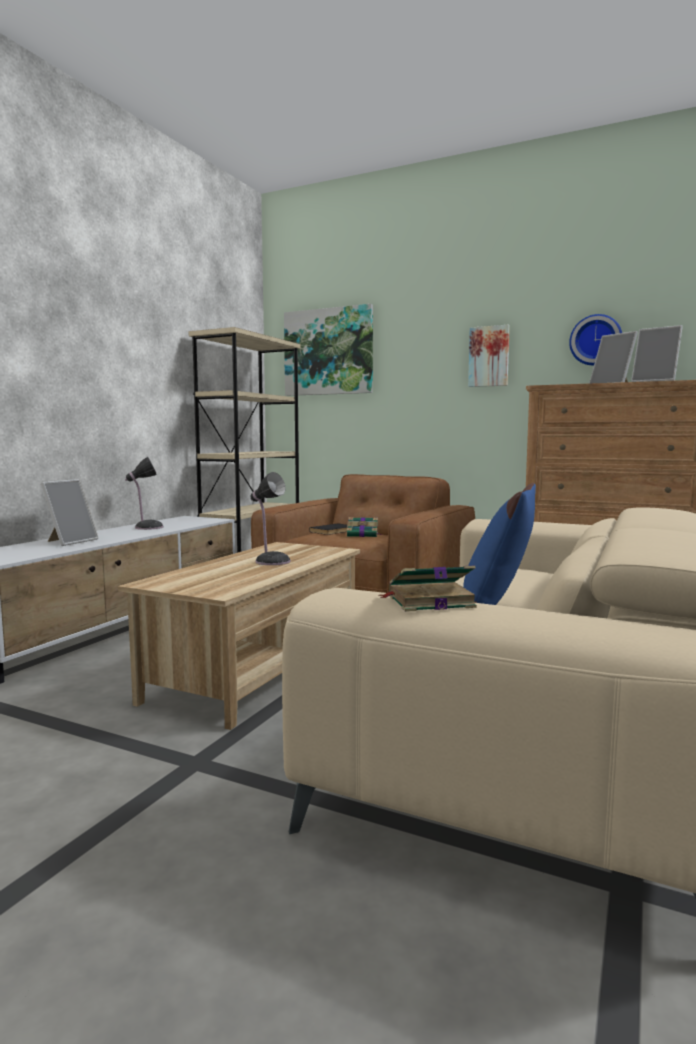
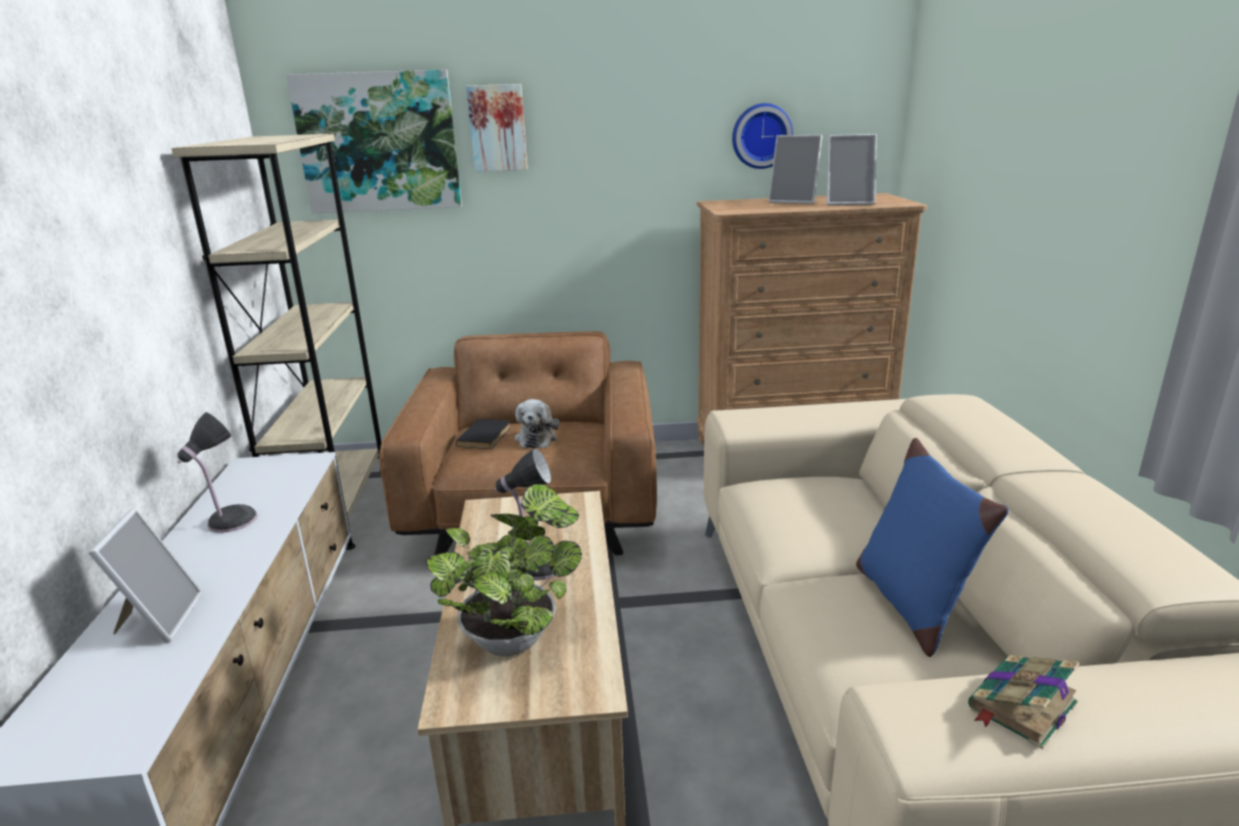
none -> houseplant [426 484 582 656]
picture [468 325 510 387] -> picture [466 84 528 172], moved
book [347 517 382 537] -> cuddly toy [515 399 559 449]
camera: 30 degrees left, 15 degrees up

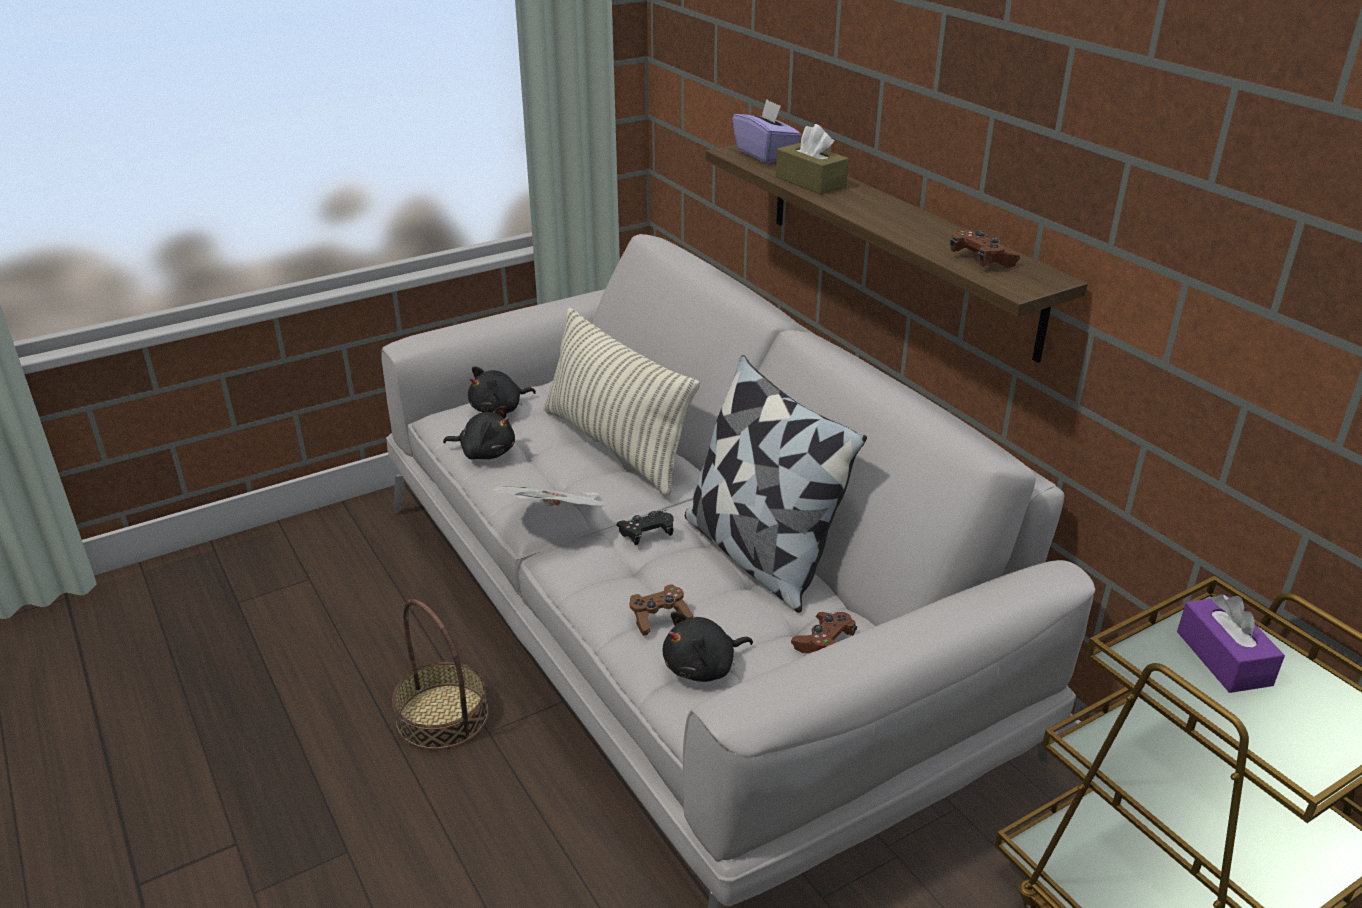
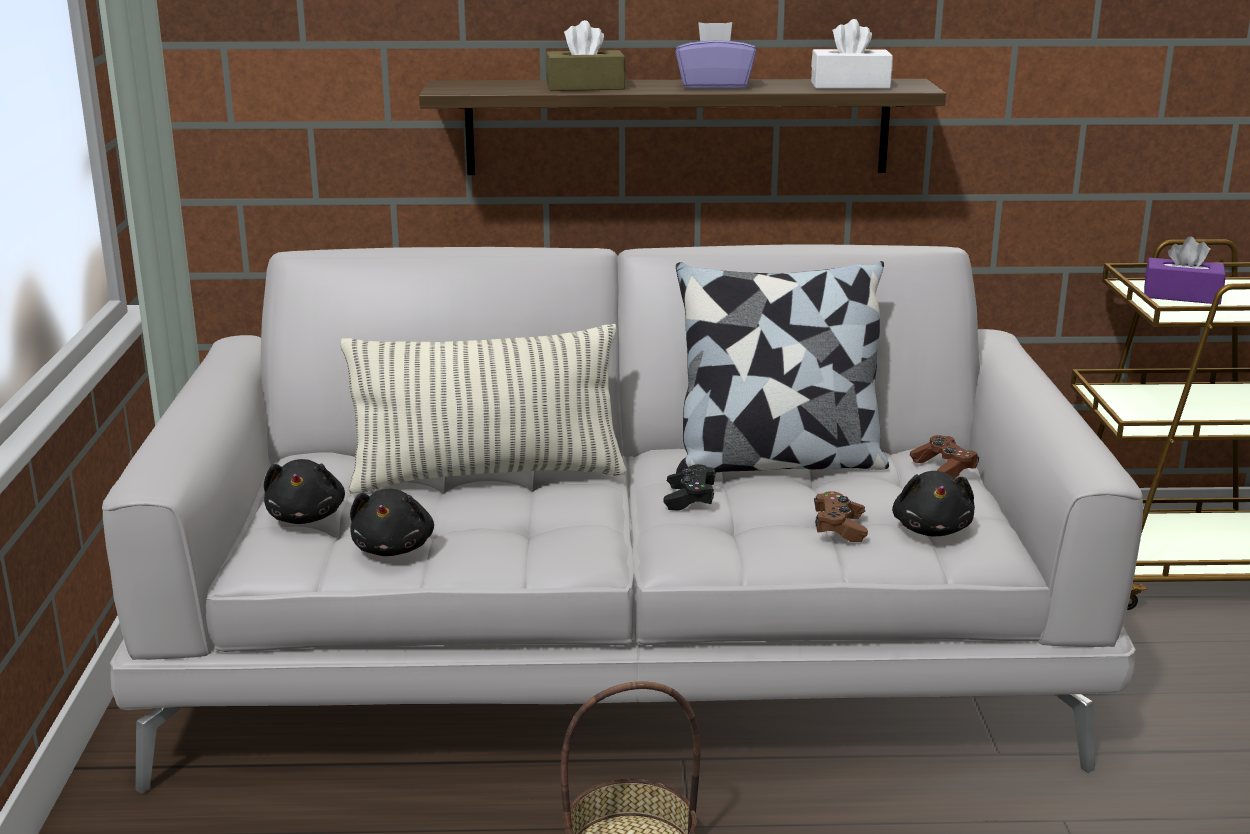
cuddly toy (black) [443 406 515 459] -> cuddly toy (black) [350 489 434 556], 135 degrees clockwise
tissue box (purple) [732 99 801 163] -> tissue box (purple) [675 22 756 89], moved
gamepad (brown) [950 230 1020 268] -> tissue box (whitish) [811 19 893 89]
printed paper [491 485 606 506] -> none
camera: 60 degrees left, 10 degrees down

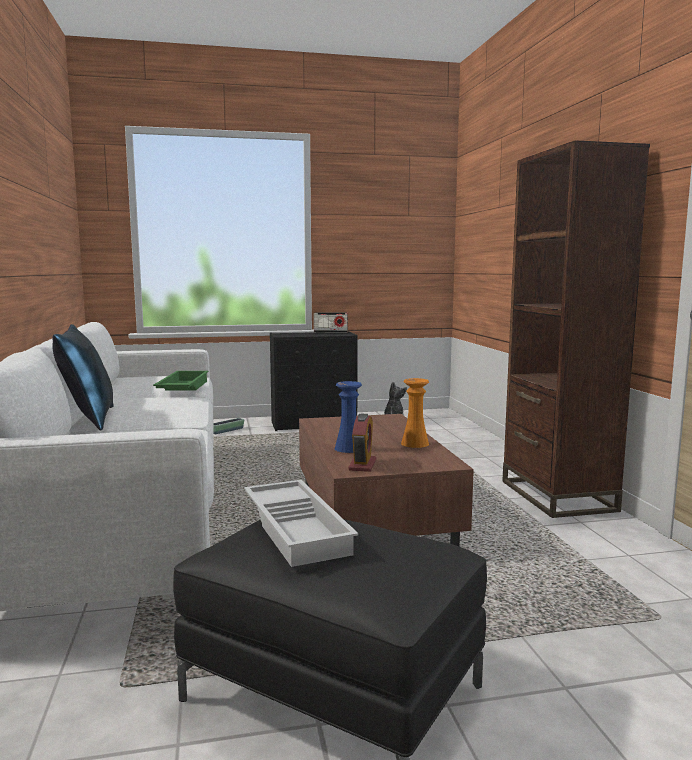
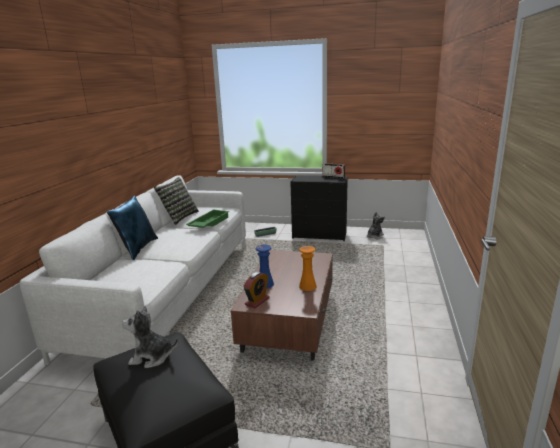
tray (whitish) [244 480 358 567] -> cuddly toy [122 306 179 368]
none -> pillow [154 177 199 225]
bookshelf (brown) [502 140 650 518] -> none
camera: 25 degrees right, 10 degrees up

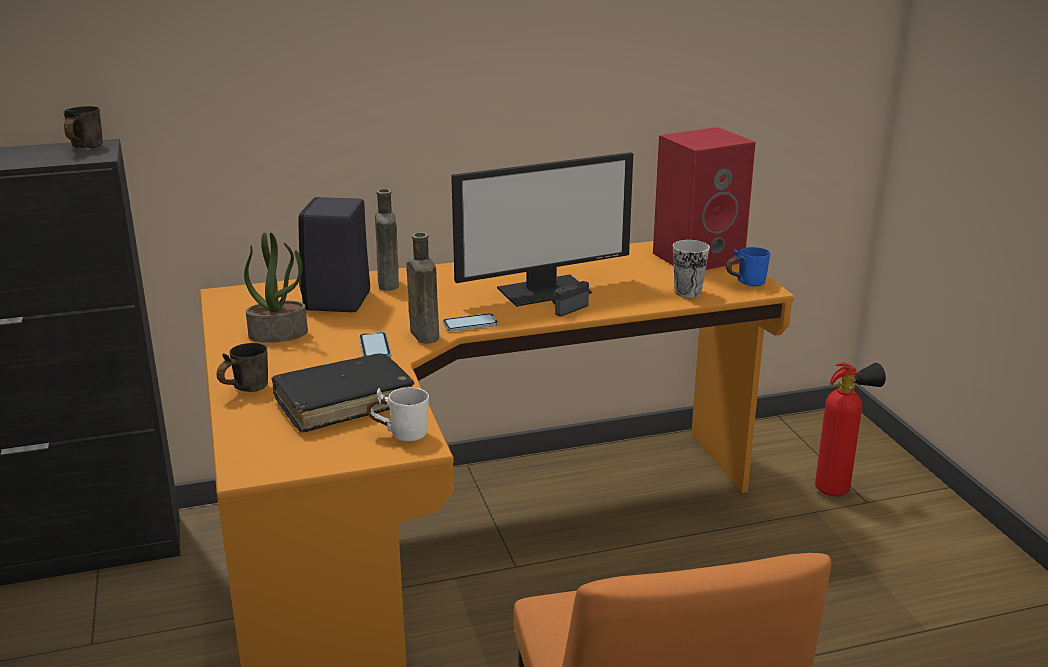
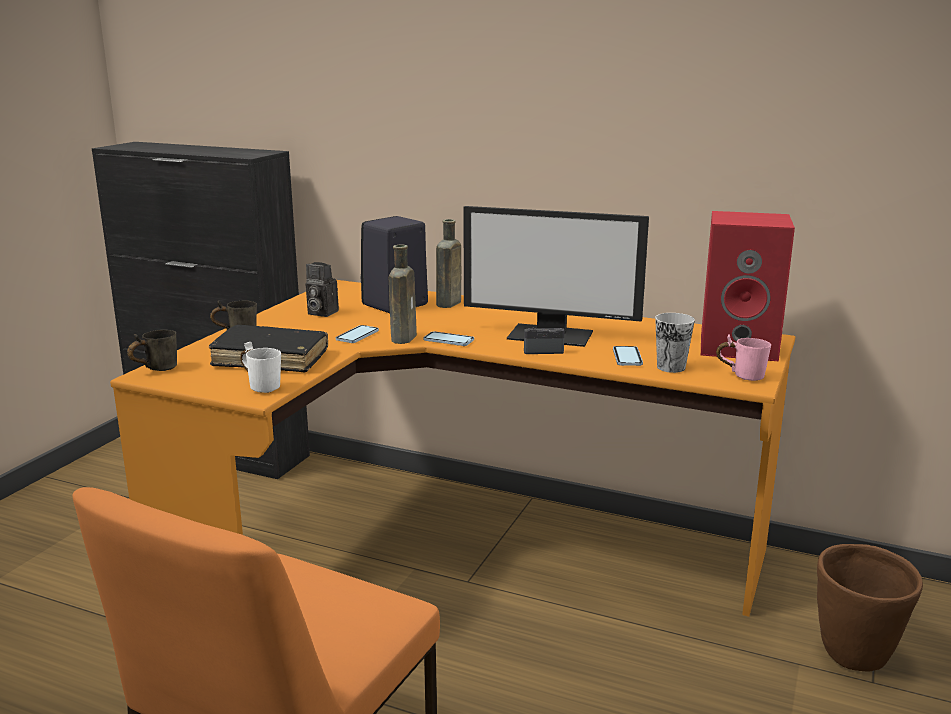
coffee mug (greyish) [64 106 103 148] -> coffee mug (greyish) [127 330 177 371], moved
houseplant [244 232 308 343] -> still camera [306 262 339 317]
none -> phone [613 346 643 366]
coffee mug (blue) [726 247 771 287] -> coffee mug (pink) [716 335 771 381]
fire extinguisher [815 362 886 496] -> flower pot (brown) [817 544 923 671]
camera: 40 degrees right, 5 degrees down

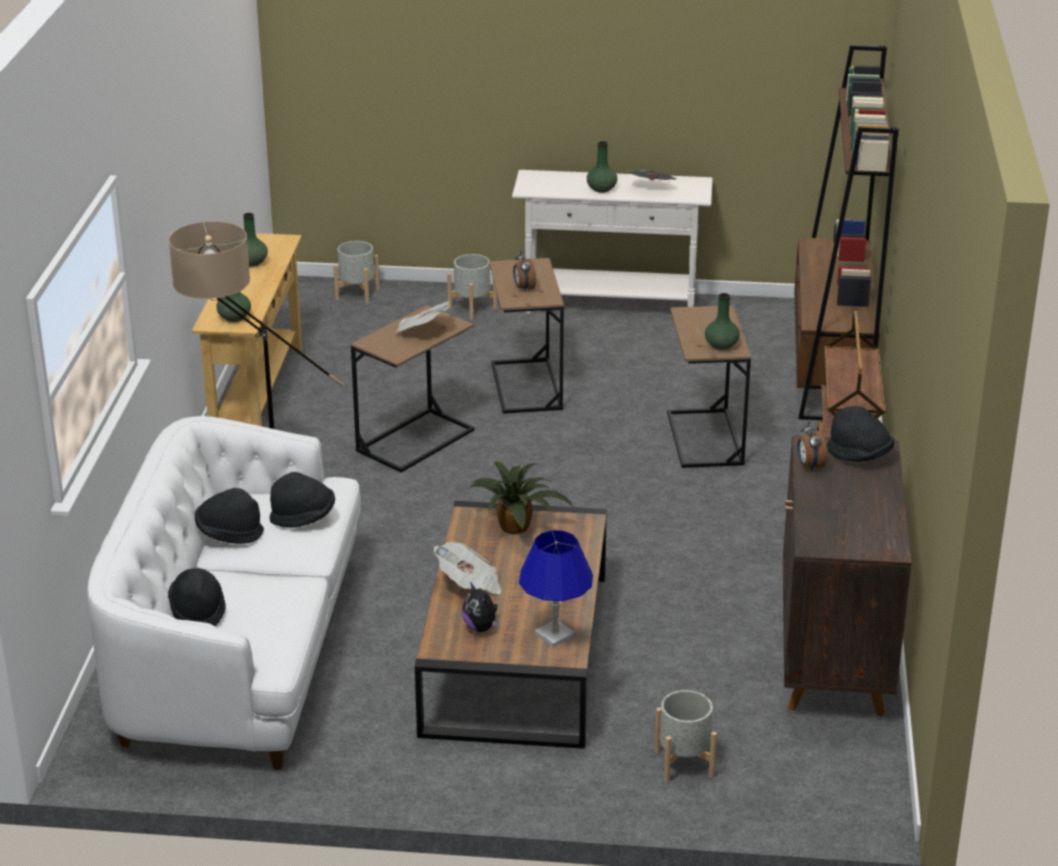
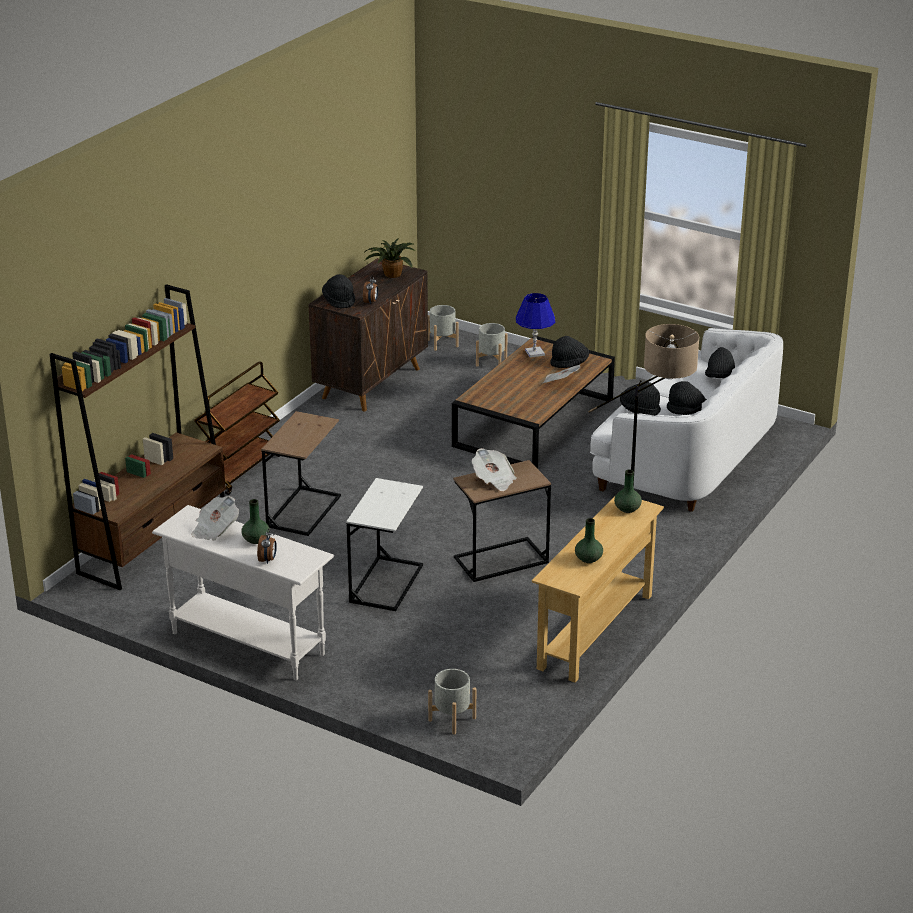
table clock [513 250 536 292] -> table clock [257 528 277 564], moved
accent table (brown) [489 258 564 414] -> accent table (whitish) [346 478 423 611]
houseplant [468 461 573 534] -> houseplant [363 238 415 278], moved
flower pot (greyish) [447 254 497 320] -> flower pot (greyish) [428 305 459 351], moved
cuddly toy [462 582 500 632] -> hat (black) [550 336 589 368]
flower vase (green) [705 293 740 350] -> none
camera: 155 degrees left, 0 degrees up

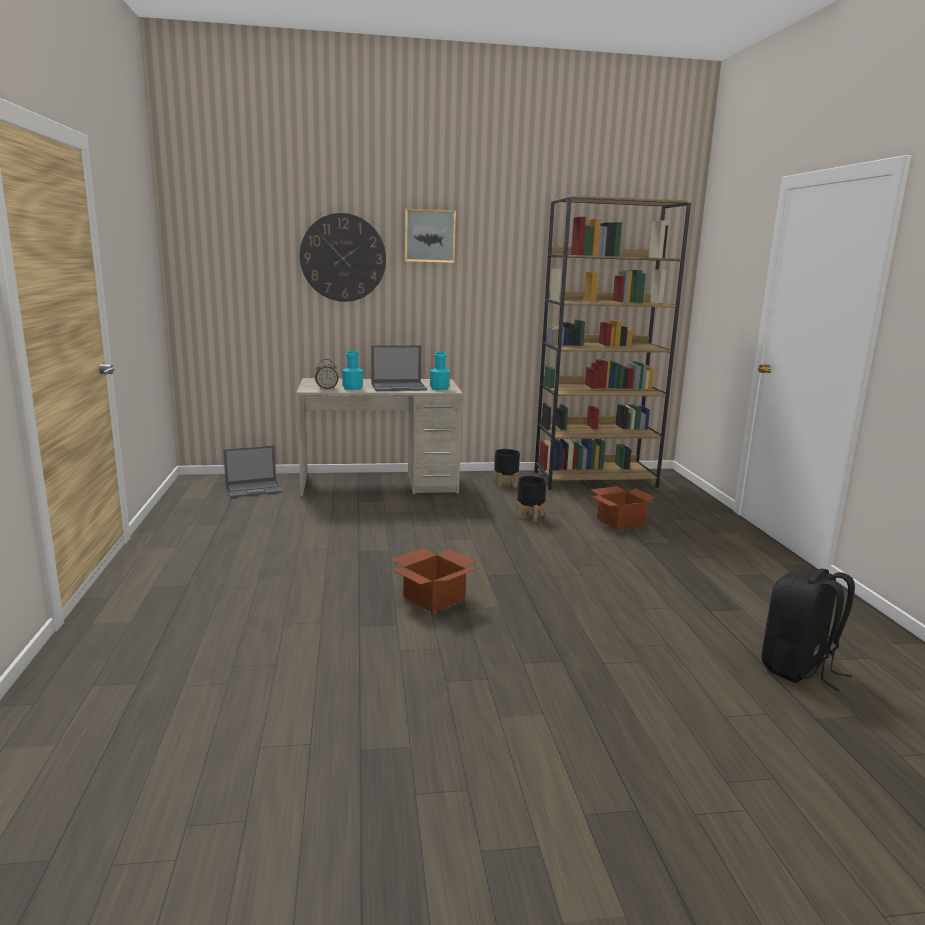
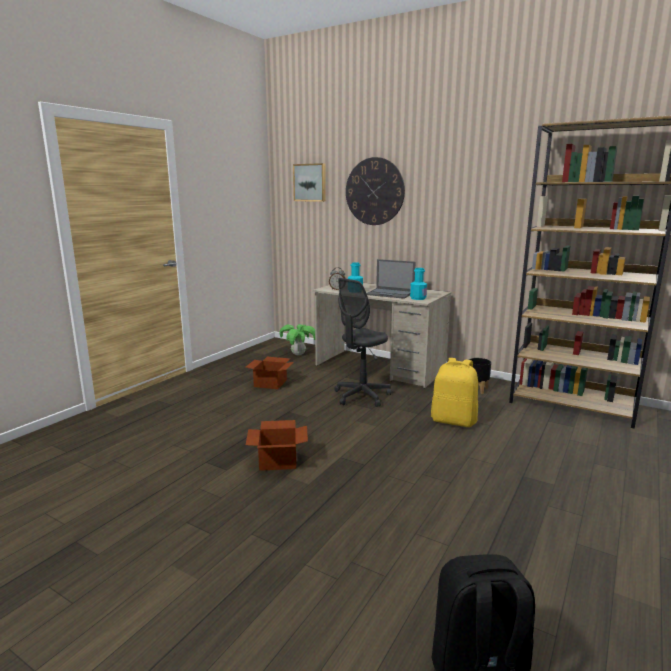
cardboard box [591 486 658 530] -> cardboard box [246 357 294 389], moved
laptop [223 446 283 498] -> houseplant [279 324 315 356]
picture [405 209 456 263] -> picture [293 163 326 202], moved
none -> computer chair (greyish) [334 278 391 407]
flower pot (black) [517 476 547 521] -> rucksack (yellow) [431 358 478 427]
camera: 40 degrees right, 0 degrees up

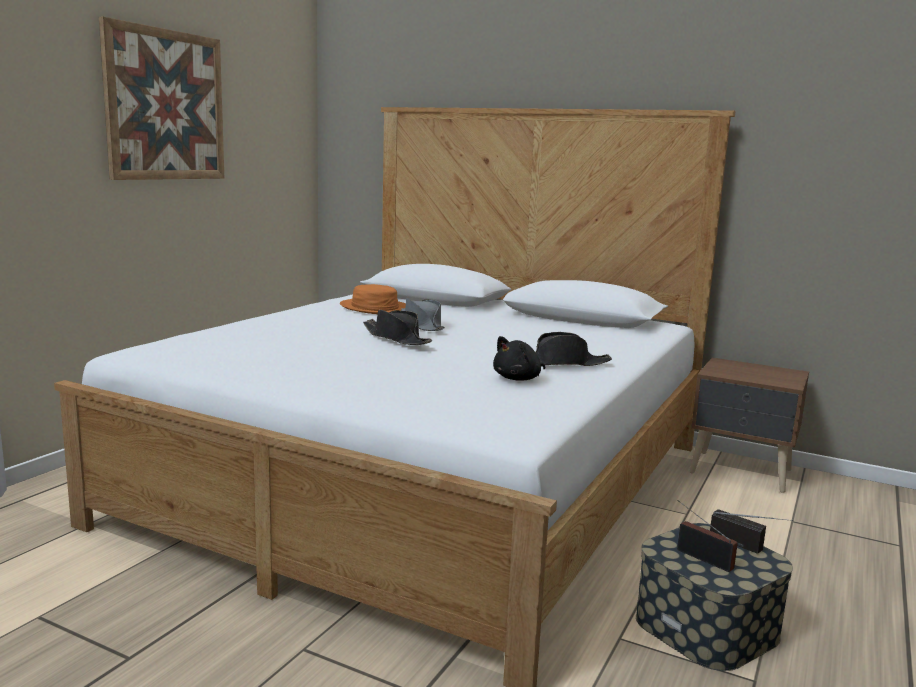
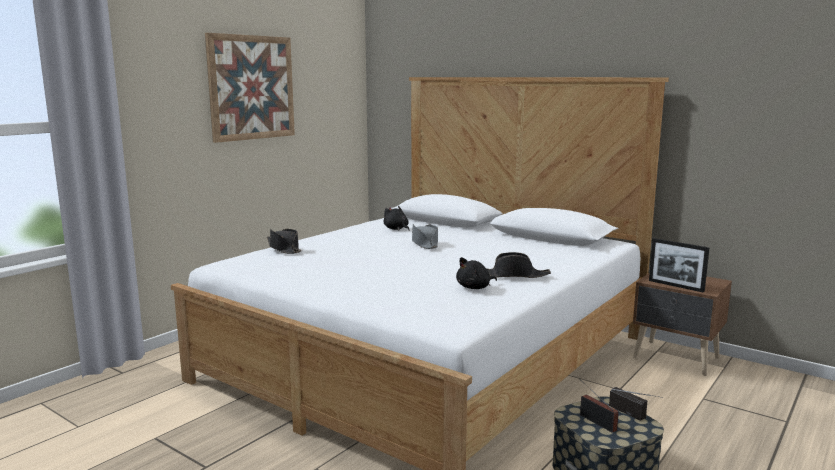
hat (black) [363 310 432 345] -> hat (black) [267 229 302 254], moved
hat (orange-coloured) [340 284 406 314] -> cuddly toy (black) [383 206 410 231]
none -> standing frame [649 238 709 293]
camera: 10 degrees right, 0 degrees up

